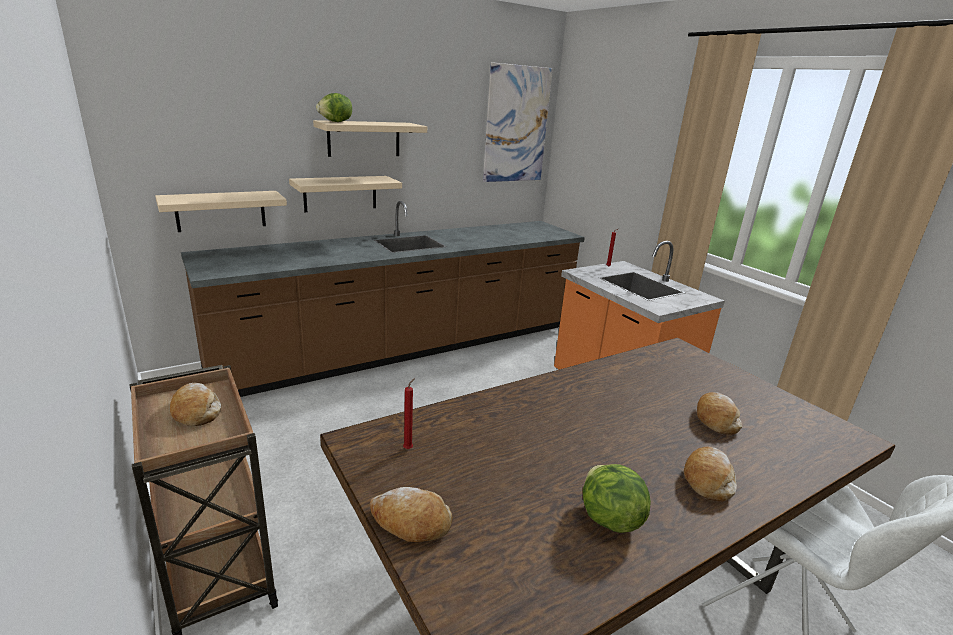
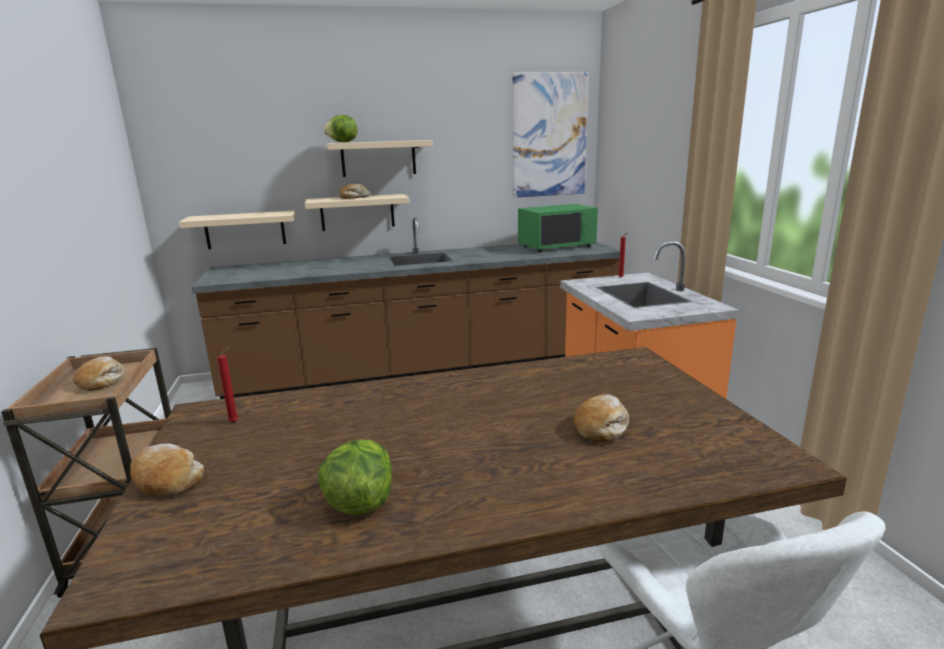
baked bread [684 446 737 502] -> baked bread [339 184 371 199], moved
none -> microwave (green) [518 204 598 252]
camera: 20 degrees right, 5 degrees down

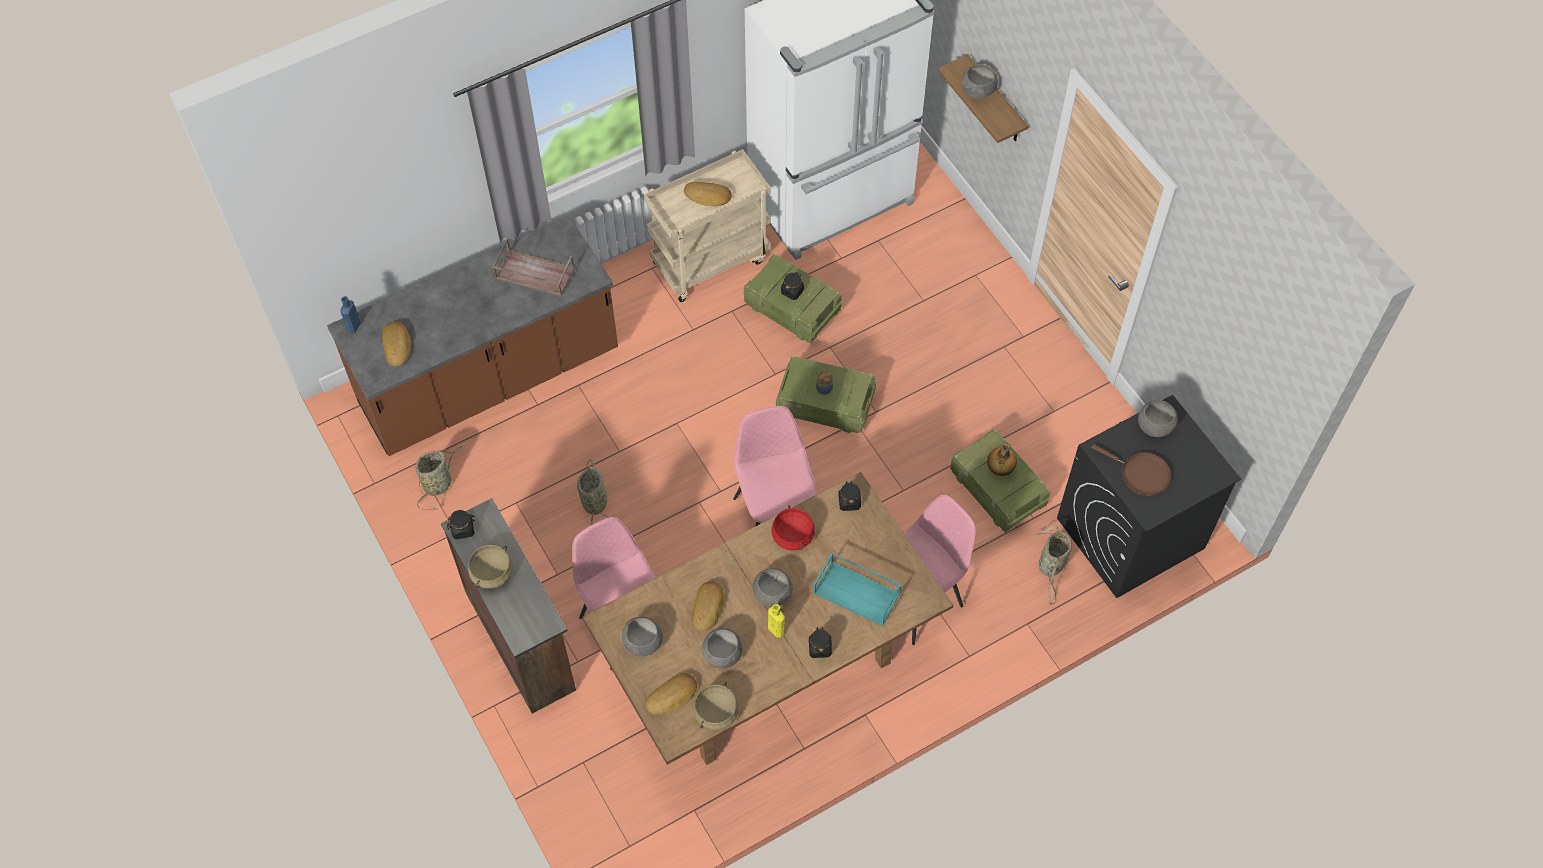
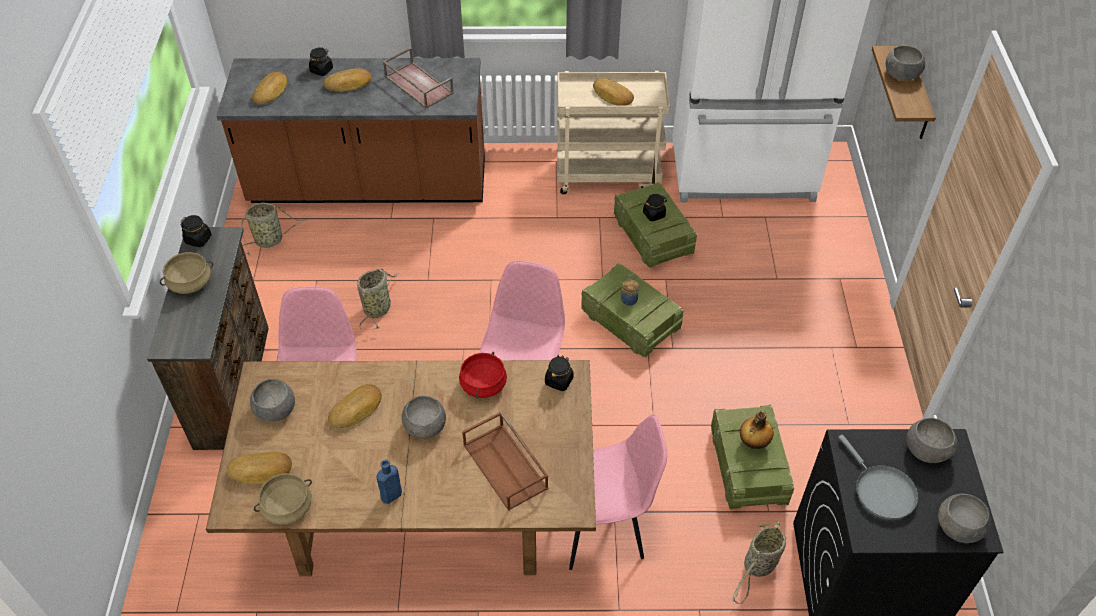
jar (black) [809 627 832 658] -> jar (black) [309 47 333 76], moved
none -> baked bread [323 68 371 92]
beverage bottle (blue) [340 296 361 334] -> beverage bottle (blue) [377 460 402 504], moved
tray (turquoise-coloured) [813 552 901 626] -> tray (brown) [462 411 548 511]
frying pan (brown) [1091 444 1171 496] -> frying pan (greyish) [838 435 919 520]
serving bowl (greyish) [702 628 742 668] -> serving bowl (greyish) [938 494 991 543], moved
beverage bottle (yellow) [768 604 785 638] -> none
camera: 30 degrees right, 10 degrees down

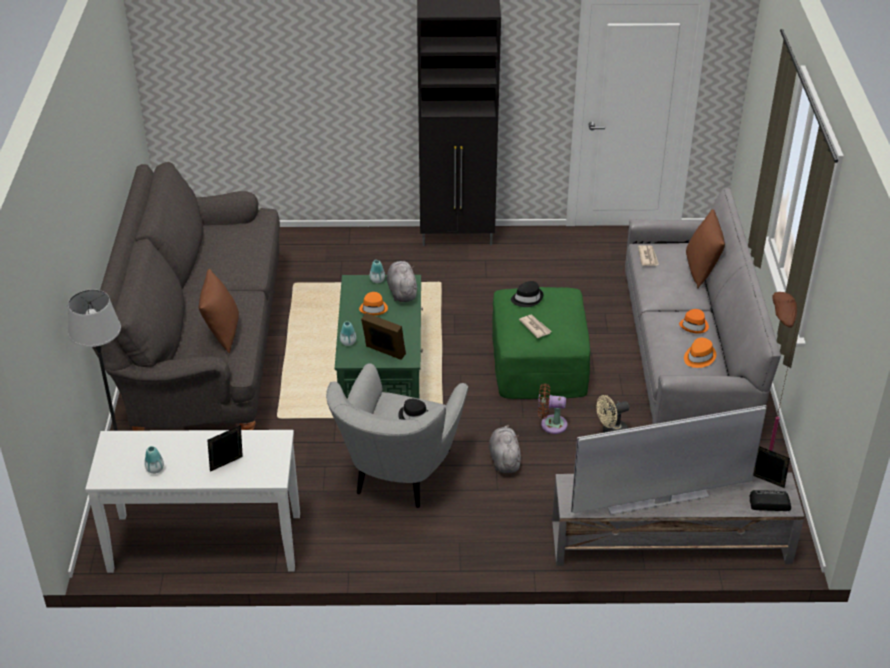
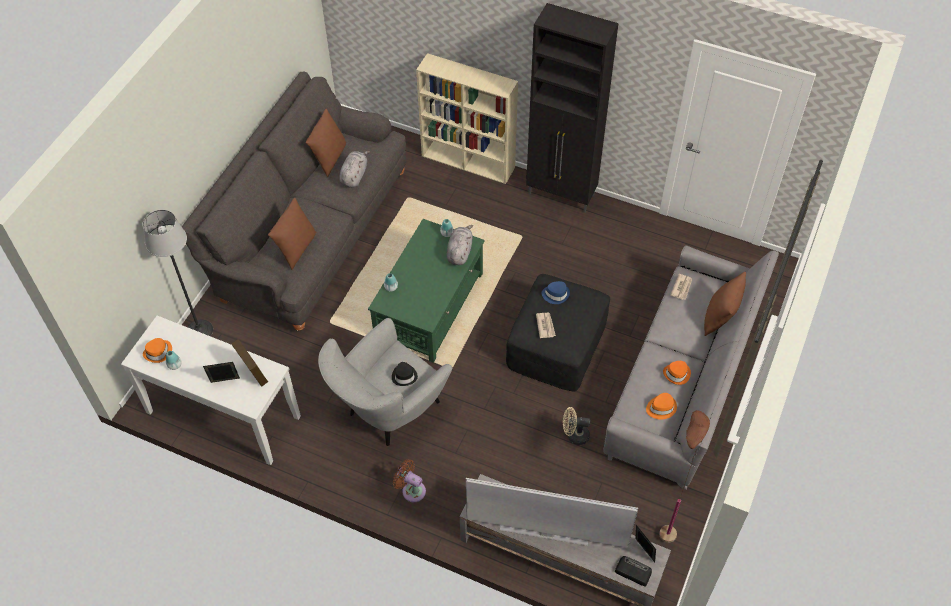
hat (orange-coloured) [359 292 388 316] -> hat (orange-coloured) [143 338 172 363], moved
standing frame [361 313 406 360] -> standing frame [232 339 268 387], moved
none -> pillow (brown) [306 109 346 177]
cuddly toy (greyish) [489 425 521 473] -> cuddly toy (greyish) [339 151 370 188], moved
cooling fan (brown) [538 383 568 434] -> cooling fan (brown) [393 459 426 502], moved
none -> bookshelf (beige) [416 53 518 184]
pouffe (green) [492 287 590 399] -> pouffe (black) [506 274 610 392]
hat (black) [511 281 543 307] -> hat (blue) [542 281 570 304]
camera: 25 degrees right, 15 degrees up

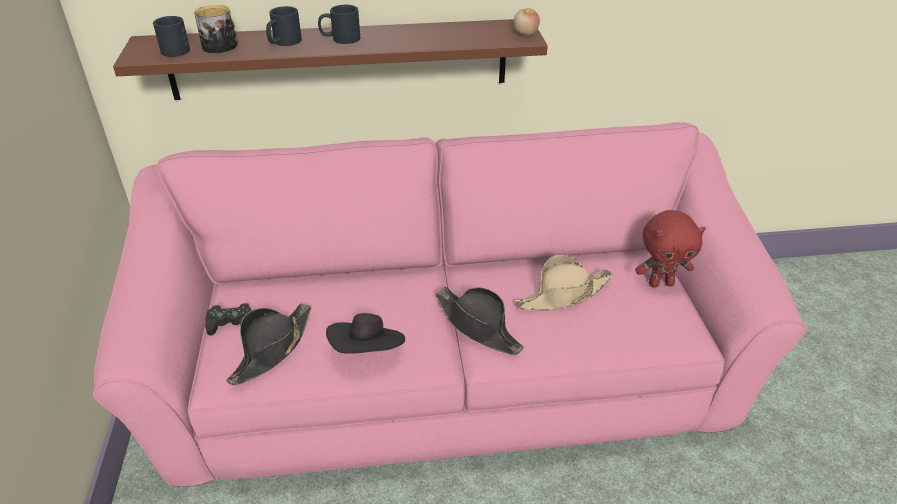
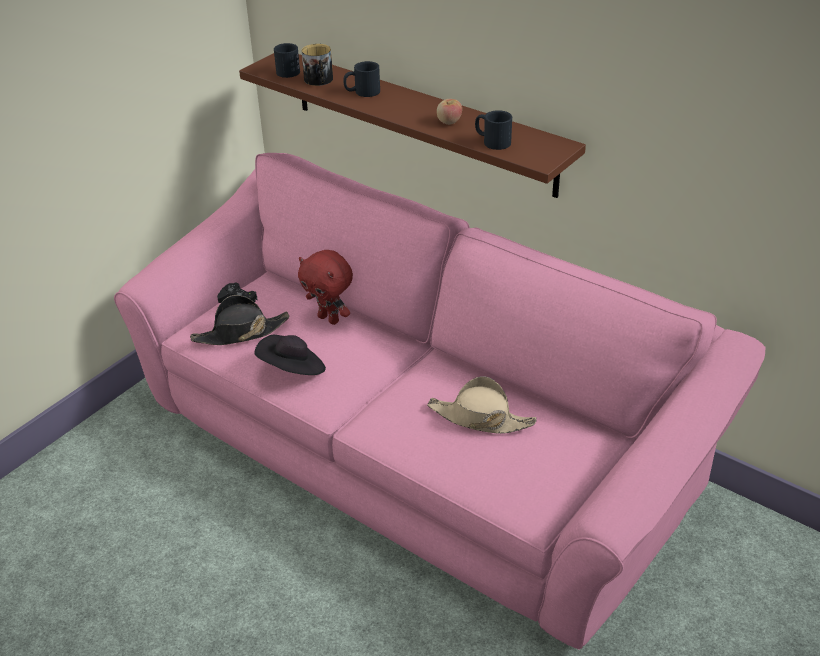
cuddly toy (red) [635 210 706 288] -> cuddly toy (red) [298 250 353 325], moved
whole apple [514 8 540 36] -> whole apple [437 99 462 125], moved
coffee mug (black) [318 5 360 44] -> coffee mug (black) [475 110 512 150], moved
hat (black) [435 287 524 355] -> none
camera: 45 degrees right, 0 degrees up

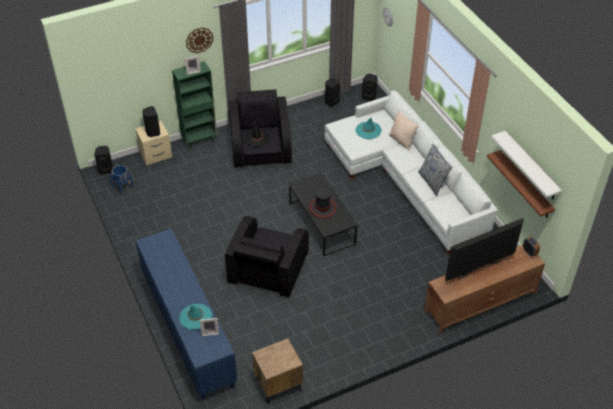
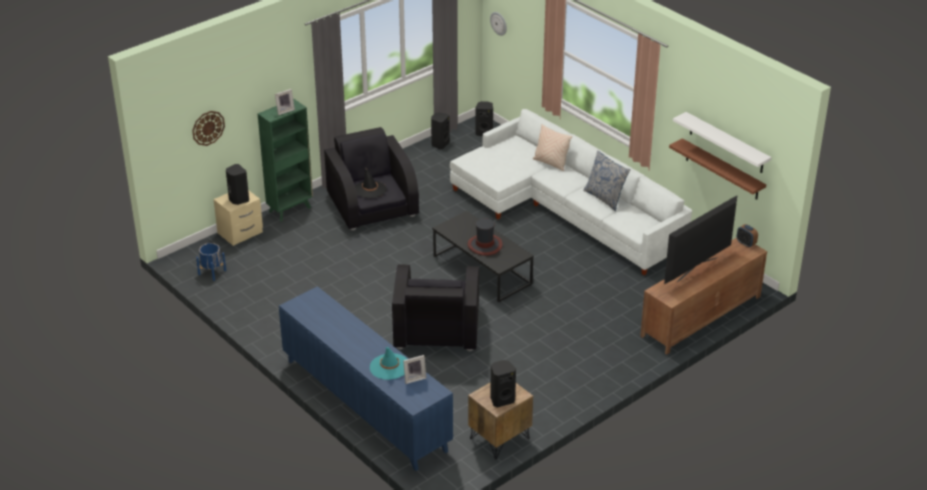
clock on the wall [186 28 213 53] -> clock on the wall [192 111 225 146], moved
audio speaker (black) [94 146 113 175] -> audio speaker (black) [490 360 516 407], moved
hat (turquoise-coloured) [356 118 382 139] -> none
camera: 15 degrees left, 10 degrees down

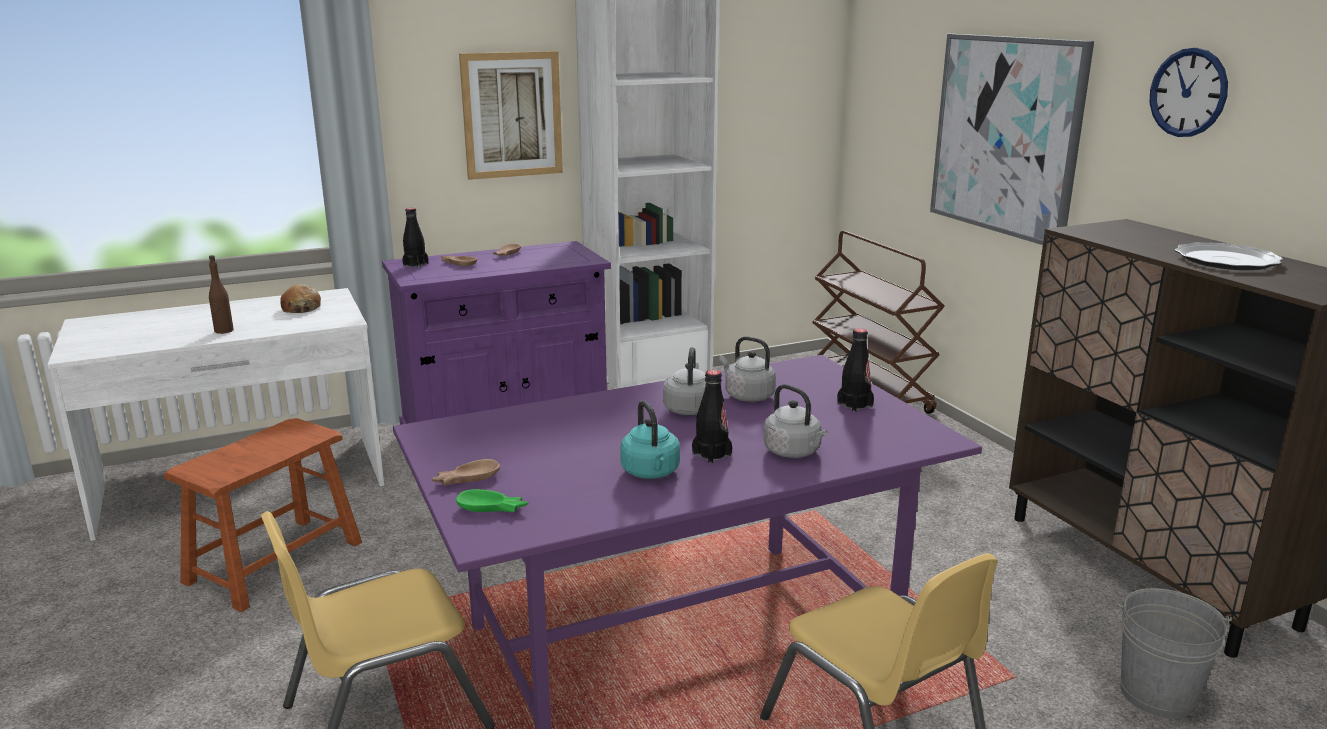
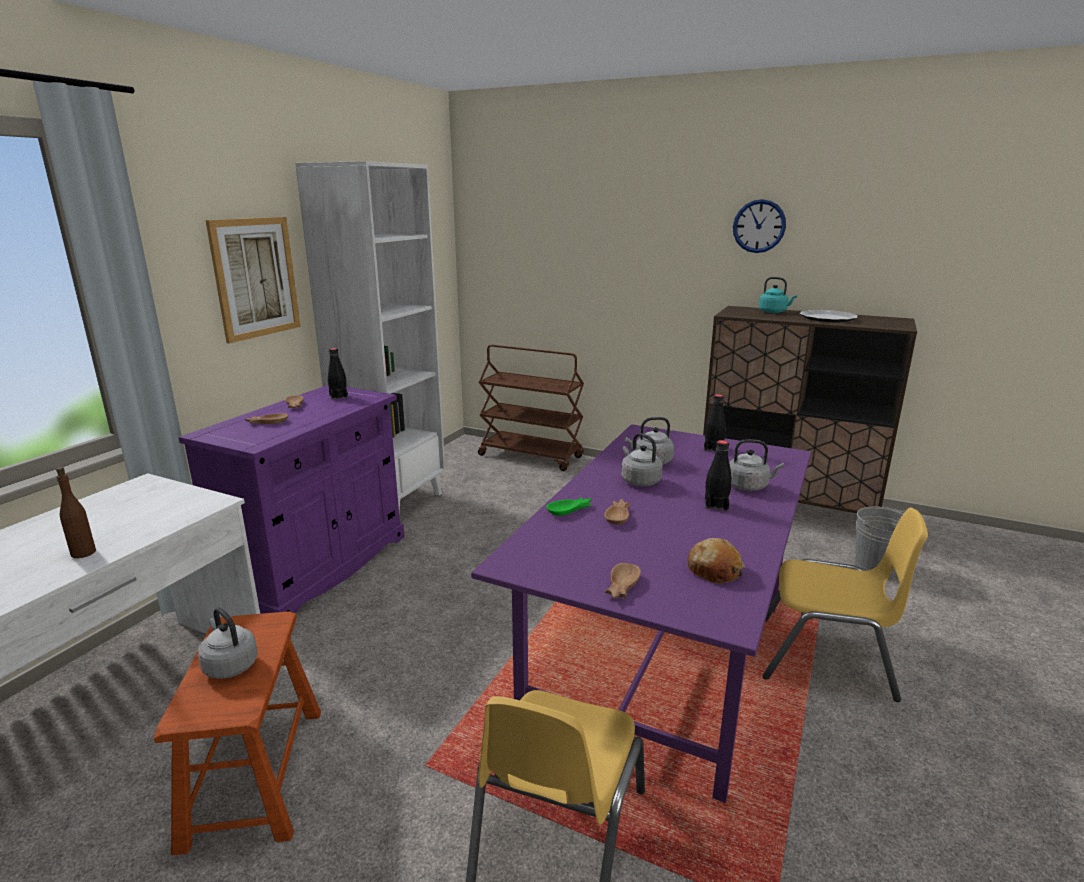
none -> water kettle (greyish) [198 607 258 679]
beverage bottle (black) [402 208 428 268] -> beverage bottle (black) [328 348 348 400], moved
serving bowl (green) [456 489 529 512] -> serving bowl (green) [546 497 592 516], moved
none -> serving bowl (brown) [604 499 630 525]
baked bread [280 284 321 313] -> baked bread [687 538 745 583], moved
water kettle (turquoise-coloured) [620 400 680 479] -> water kettle (turquoise-coloured) [759 277 797 313], moved
picture [930 34 1094 245] -> none
camera: 40 degrees left, 0 degrees up

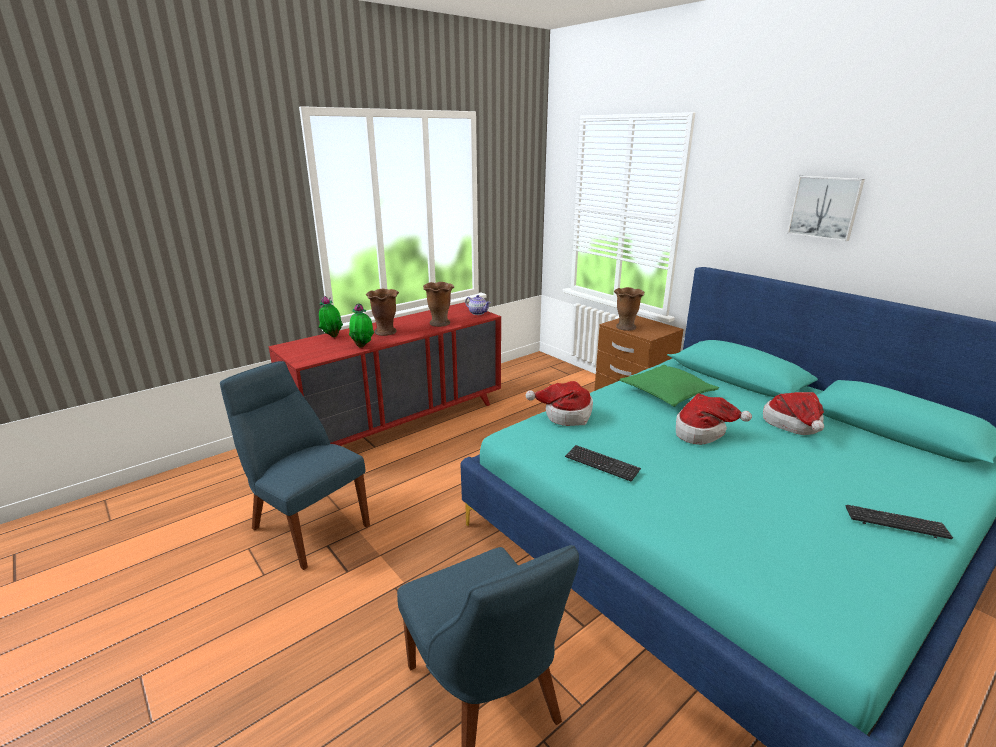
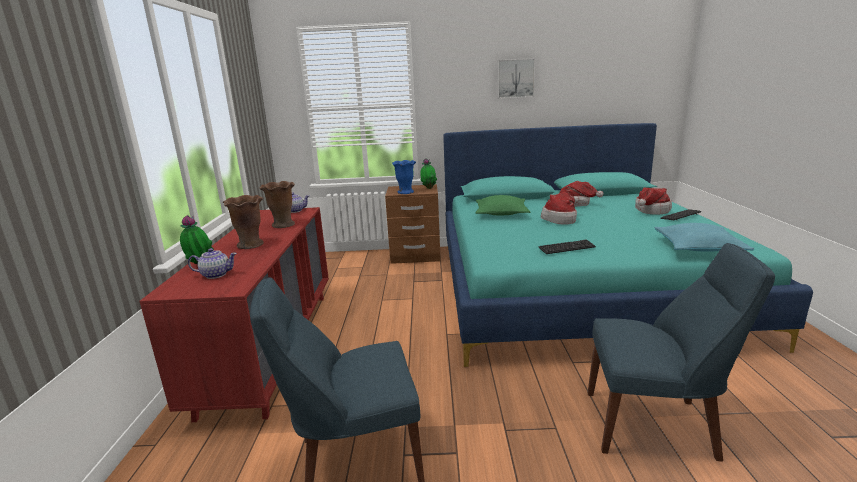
none -> teapot [188 248 237 279]
flower vase (brown) [614 287 645 331] -> flower vase (blue) [392 160 416 194]
houseplant [349 303 374 348] -> houseplant [420 158 437 189], moved
hat [526 381 593 426] -> hat [635 187 672 215], moved
none -> pillow (turquoise-coloured) [654 223 754 251]
camera: 50 degrees left, 5 degrees down

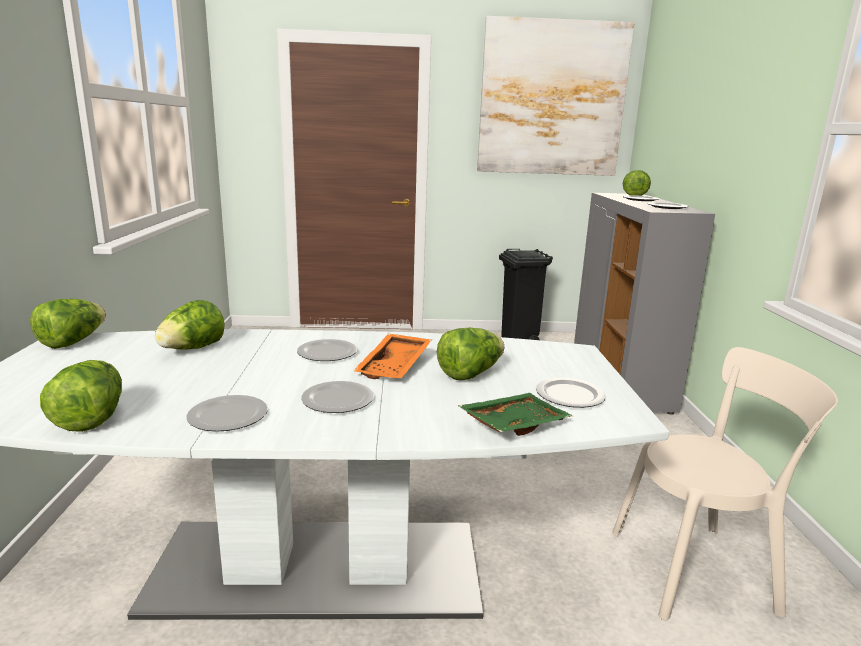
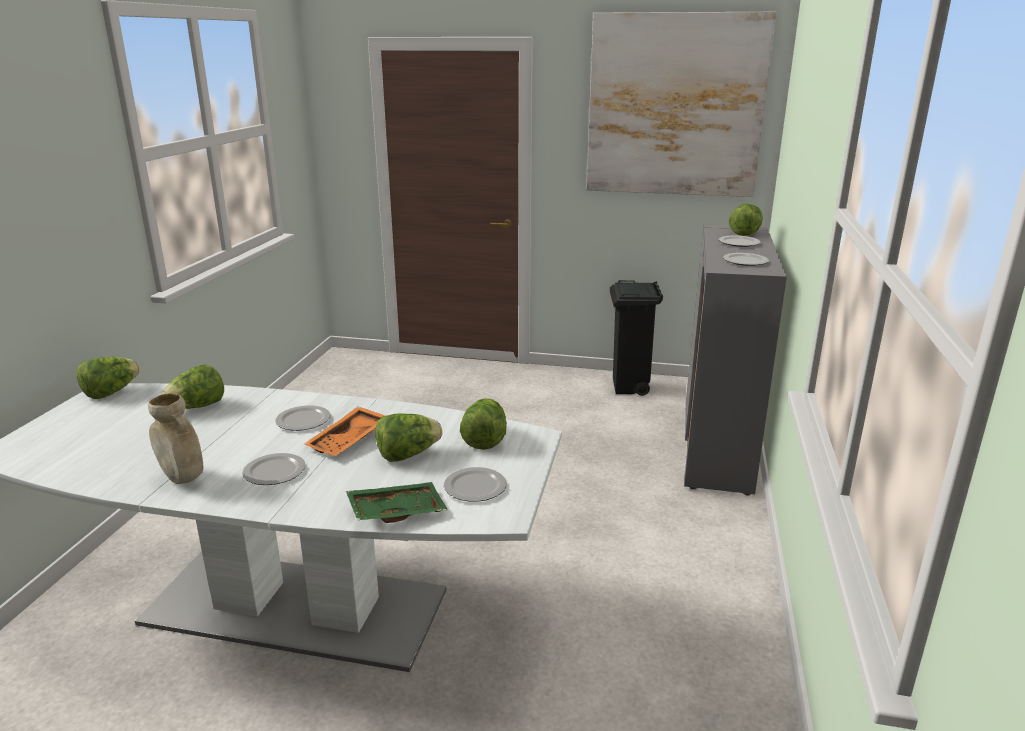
plate [186 395 268 431] -> flower vase (beige) [148 393 203 484]
lettuce head [40 360 122 432] -> lettuce head [460 398 507 450], moved
upright chair (beige) [612 347 838 620] -> none
camera: 15 degrees right, 5 degrees up

